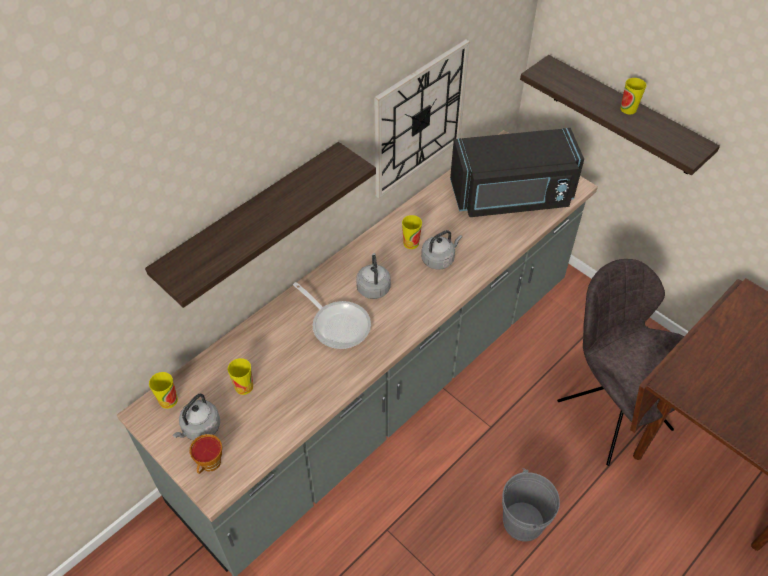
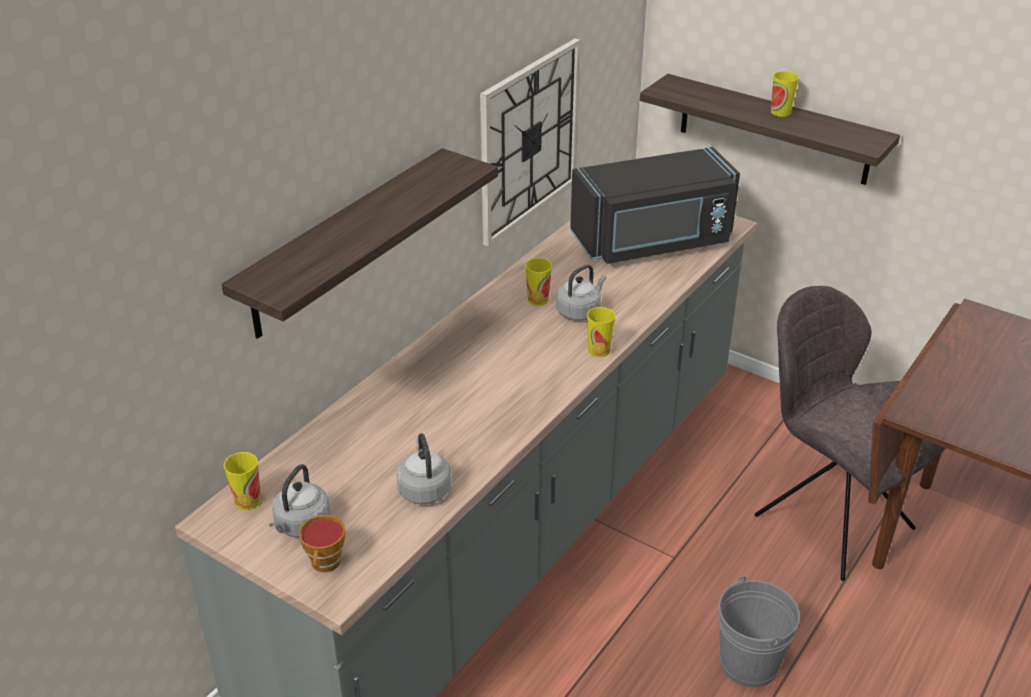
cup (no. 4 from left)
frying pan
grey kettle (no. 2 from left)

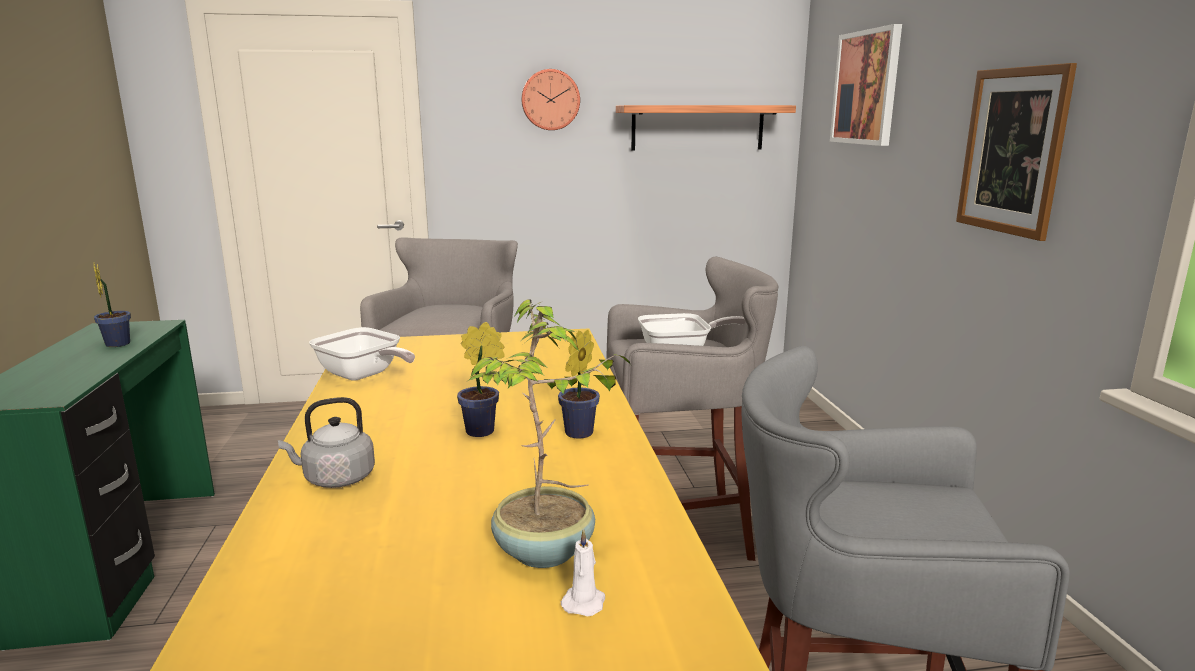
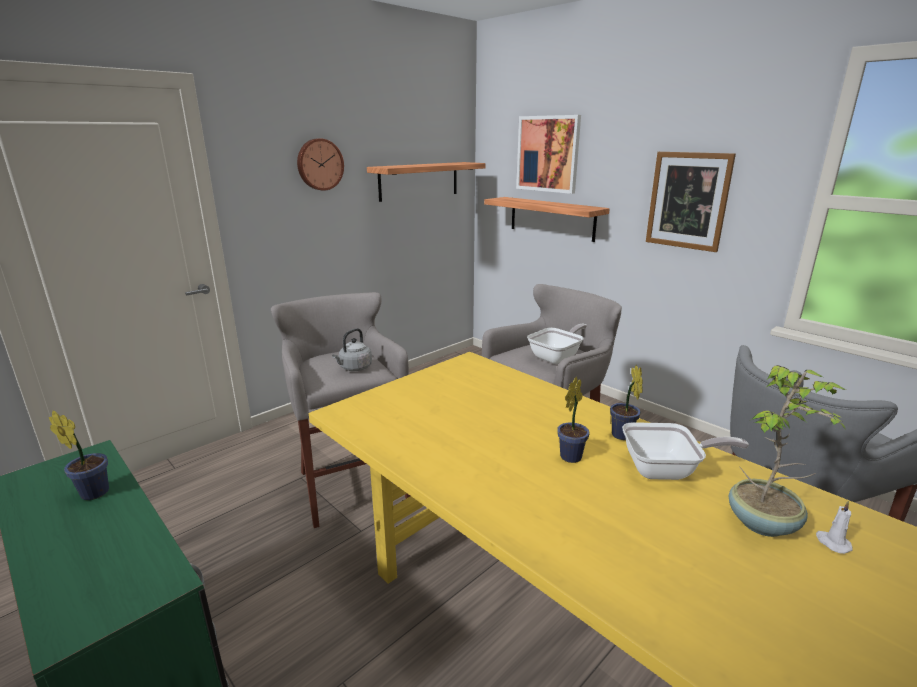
grey kettle
frying pan (no. 2 from left)
shelf (no. 2 from left)

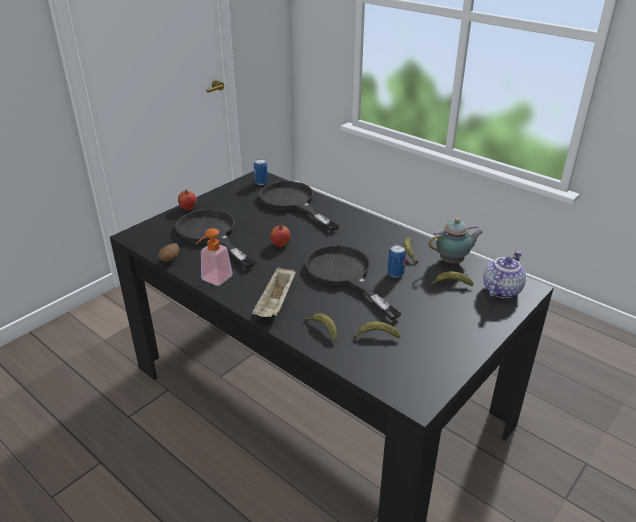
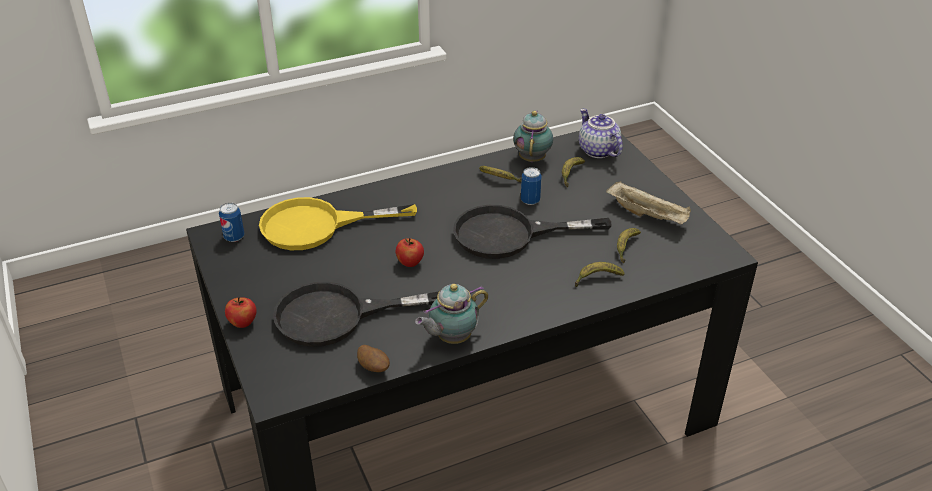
teapot (no. 1 from left)
beige tray
yellow frying pan

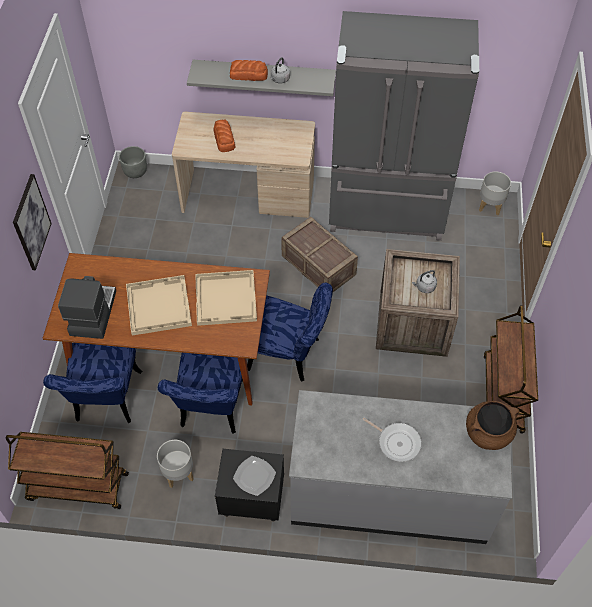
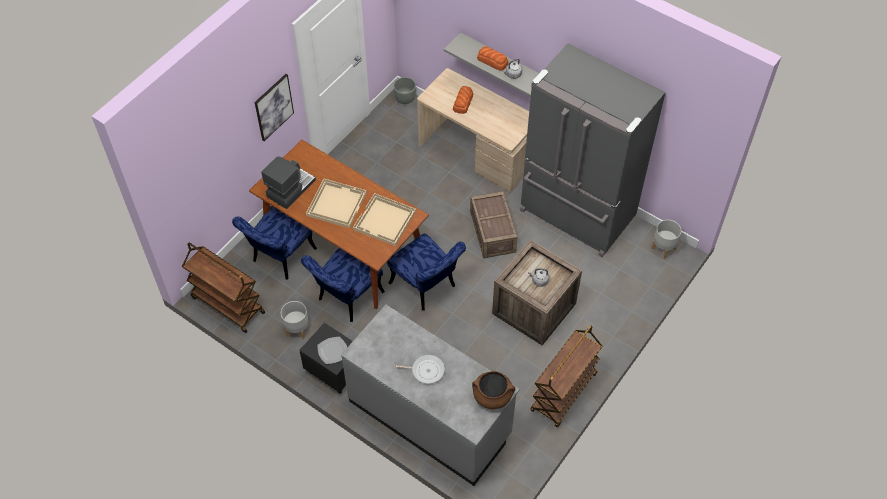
frying pan

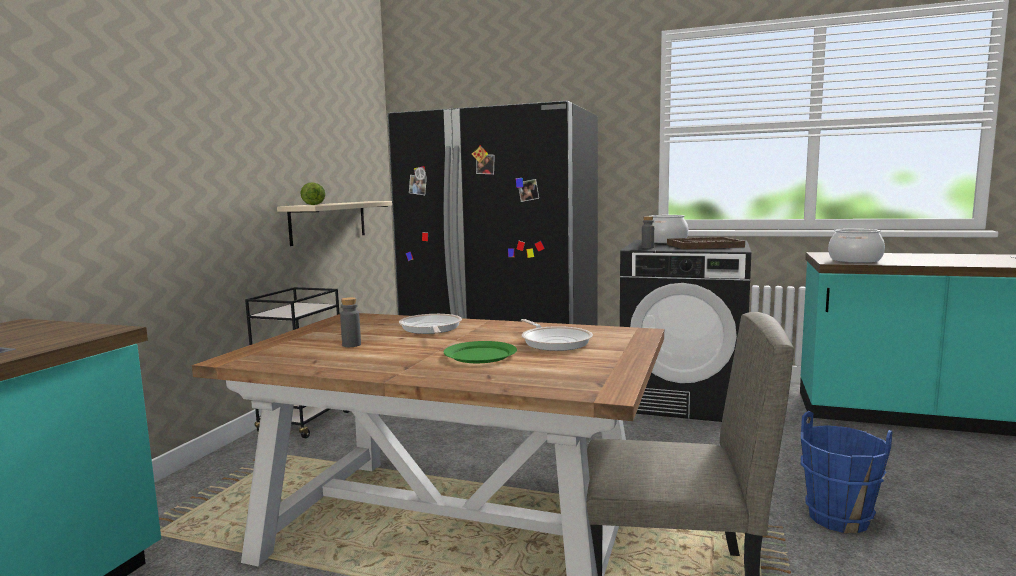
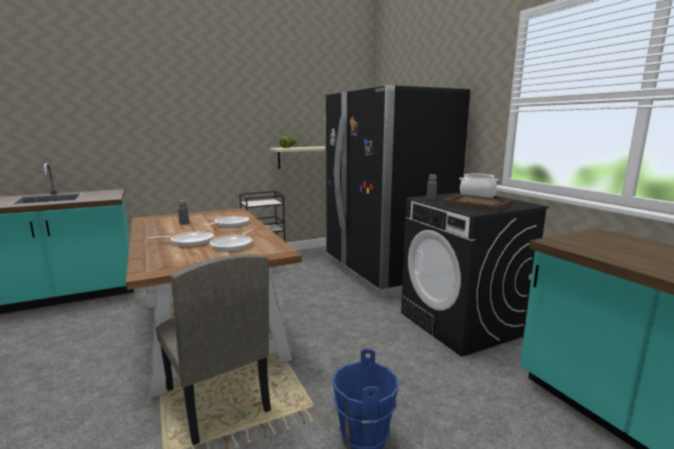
frying pan (no. 1 from left)
cooking pot (no. 2 from left in the first image)

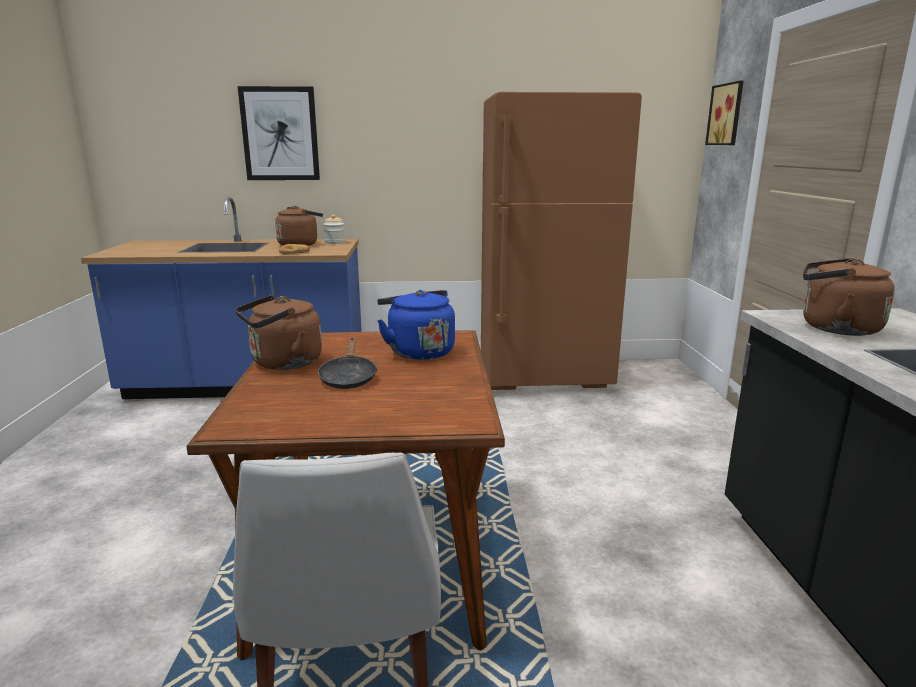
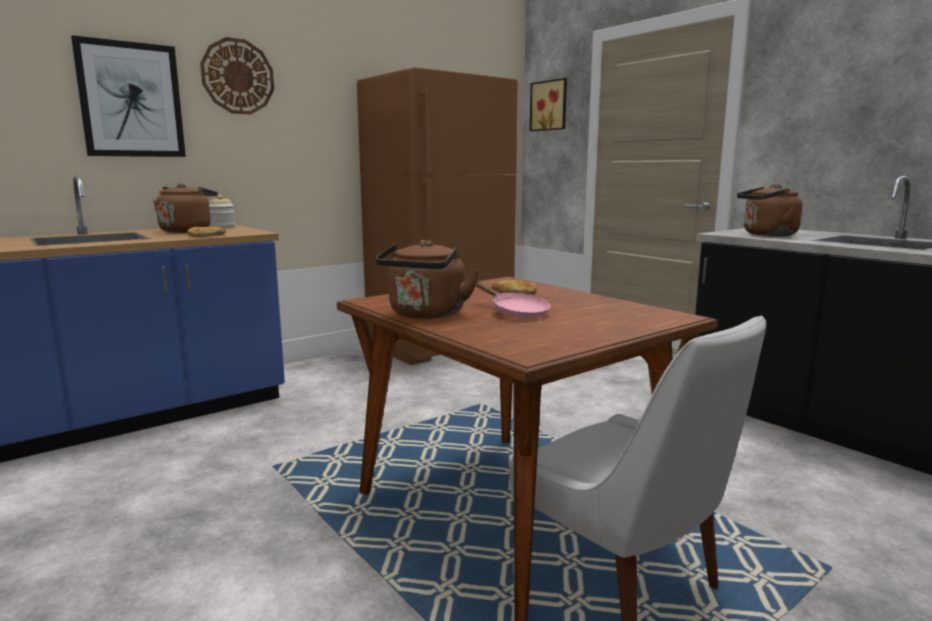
pink frying pan
bread (no. 2 from left)
wall clock

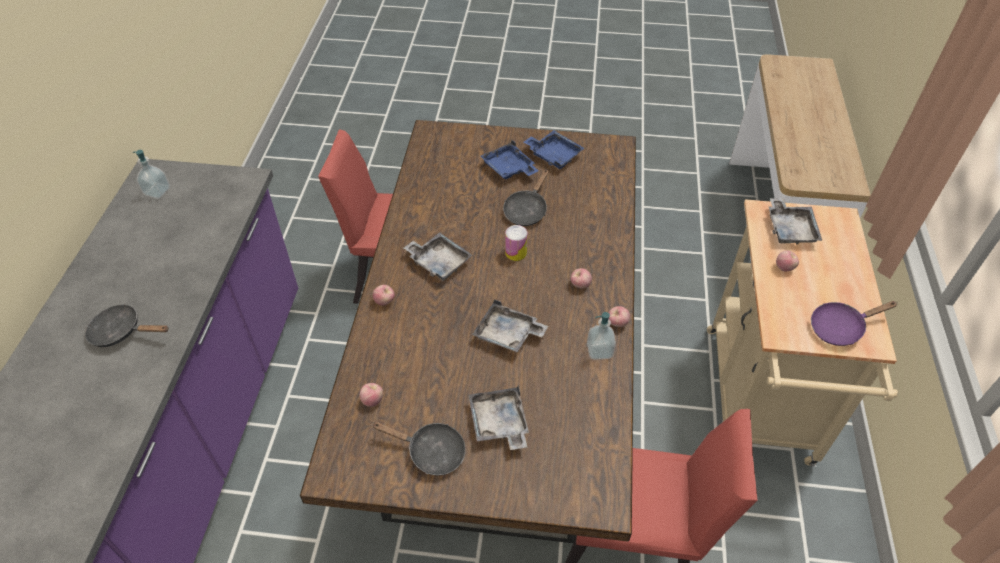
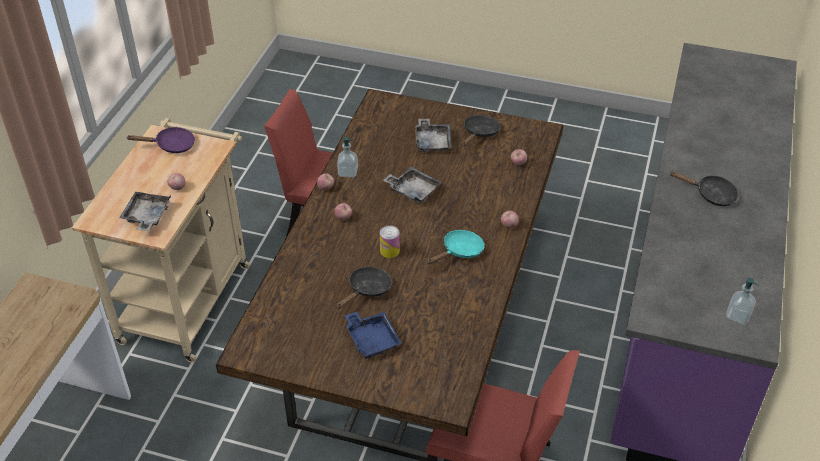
black frying pan (no. 2 from left)
turquoise frying pan
blue tray (no. 2 from left in the first image)

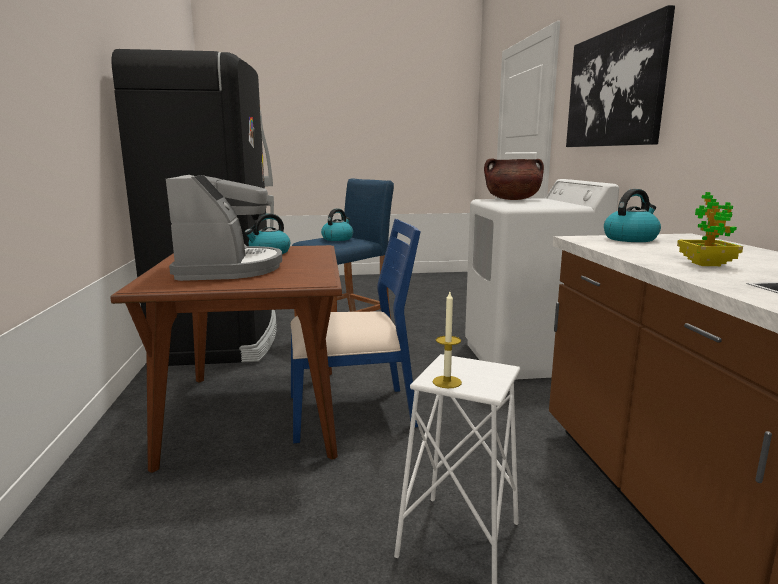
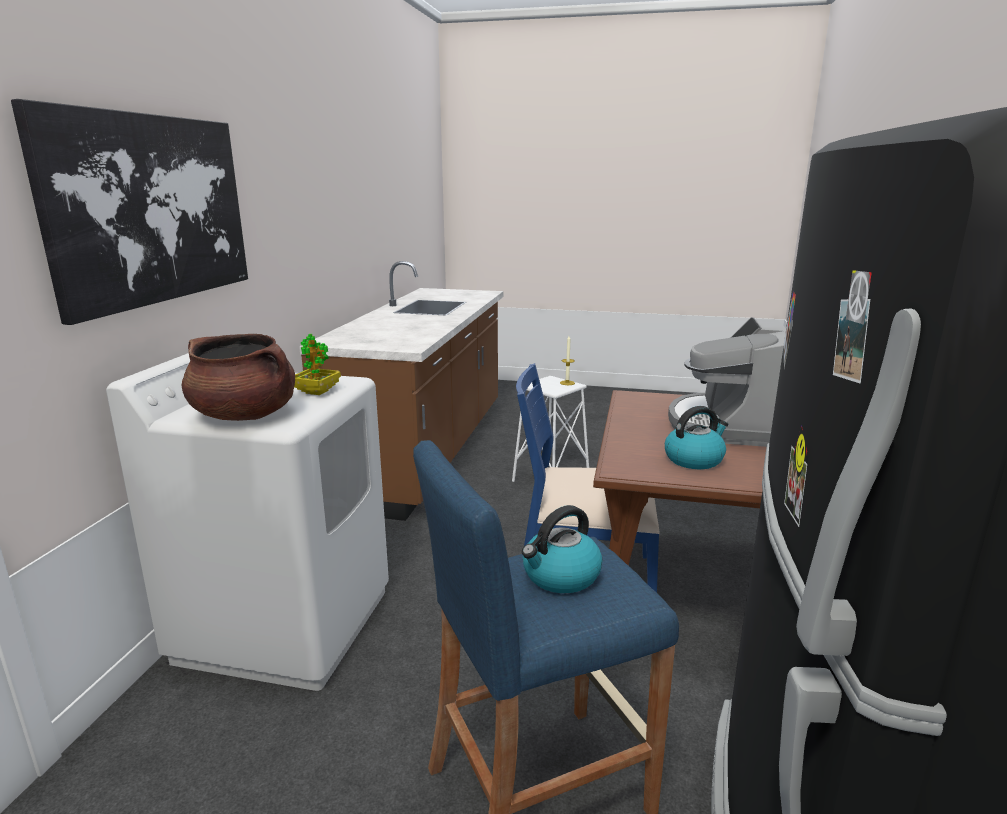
kettle (no. 3 from left in the first image)
potted plant

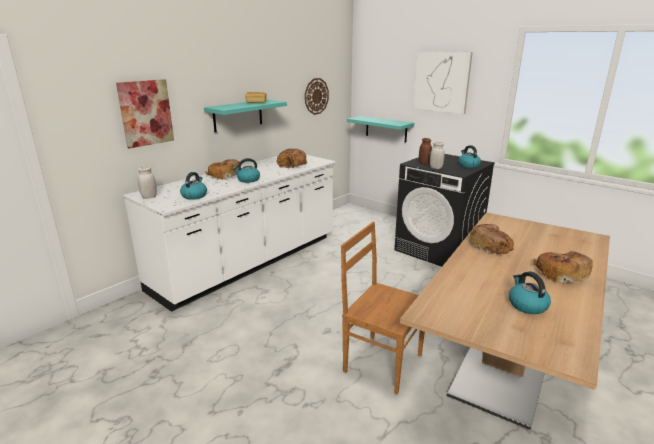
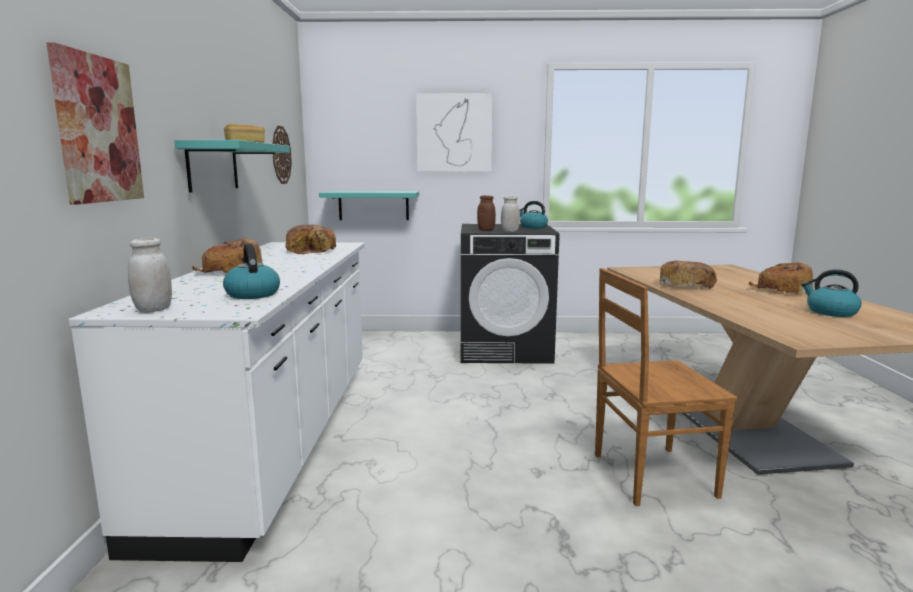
kettle (no. 2 from left in the first image)

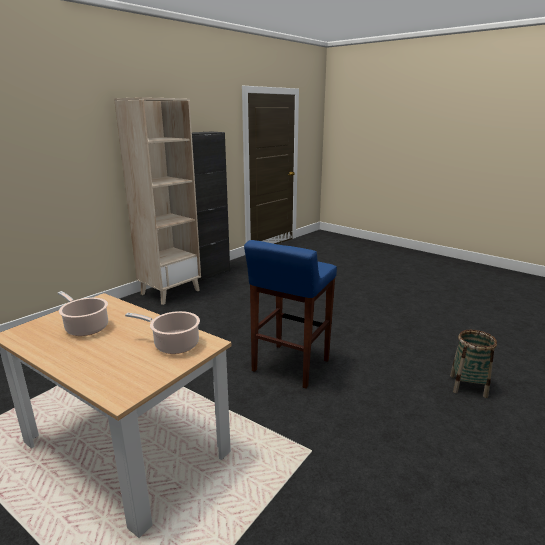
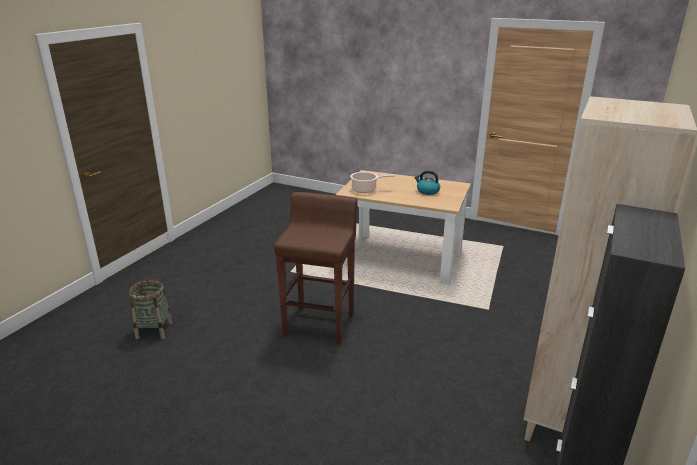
kettle
brown stool

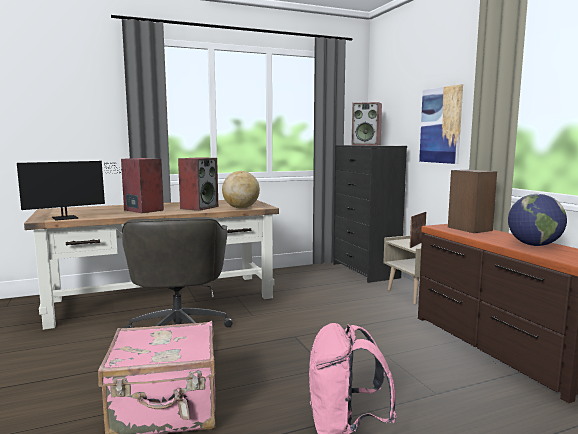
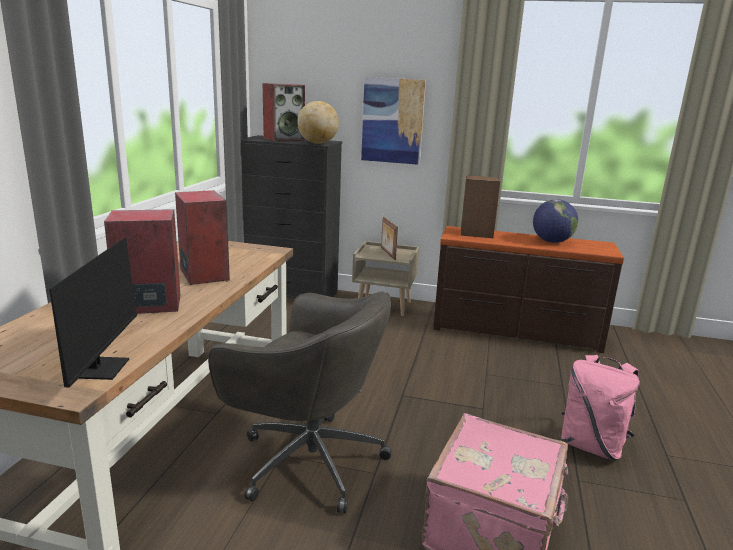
globe (no. 1 from left)

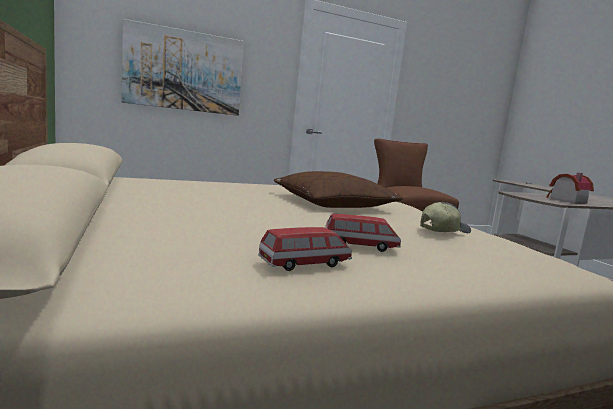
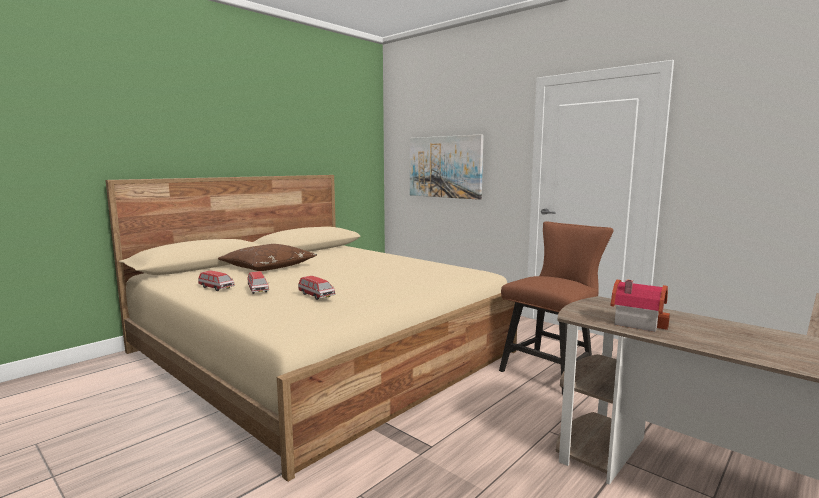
brown pillow
toy car (no. 3 from left)

